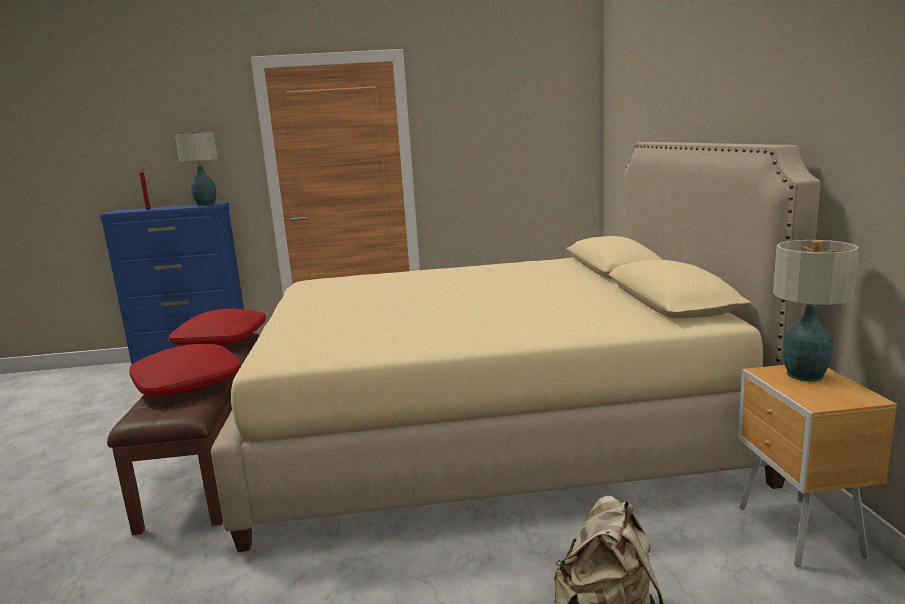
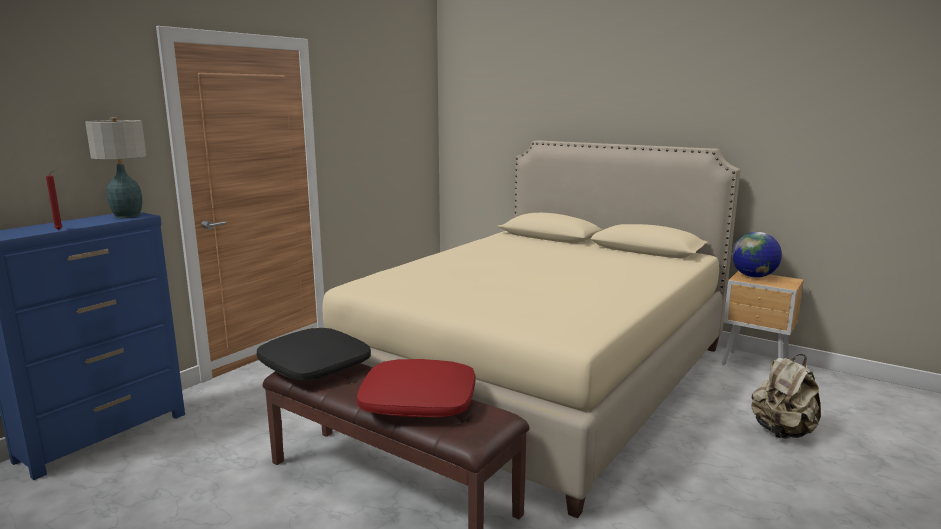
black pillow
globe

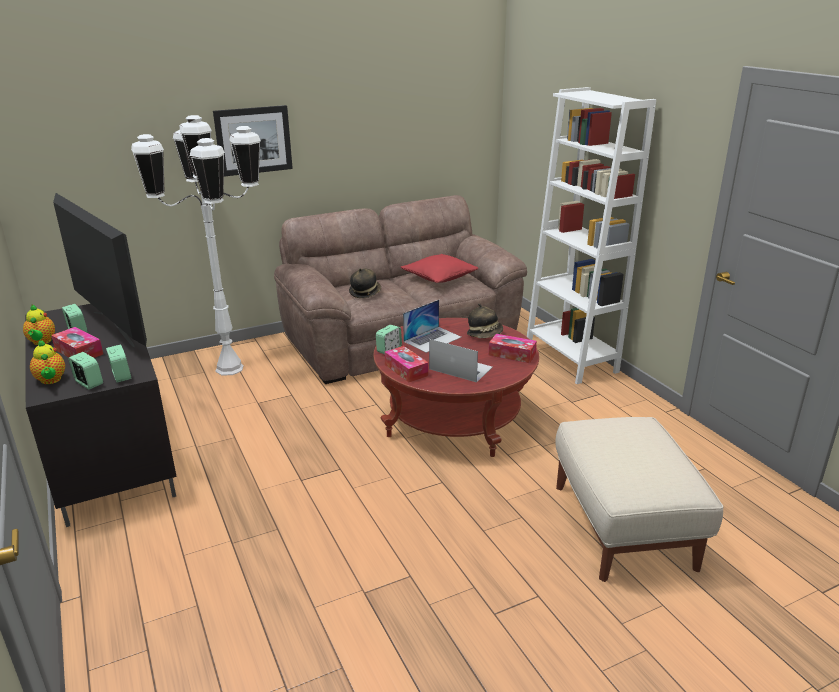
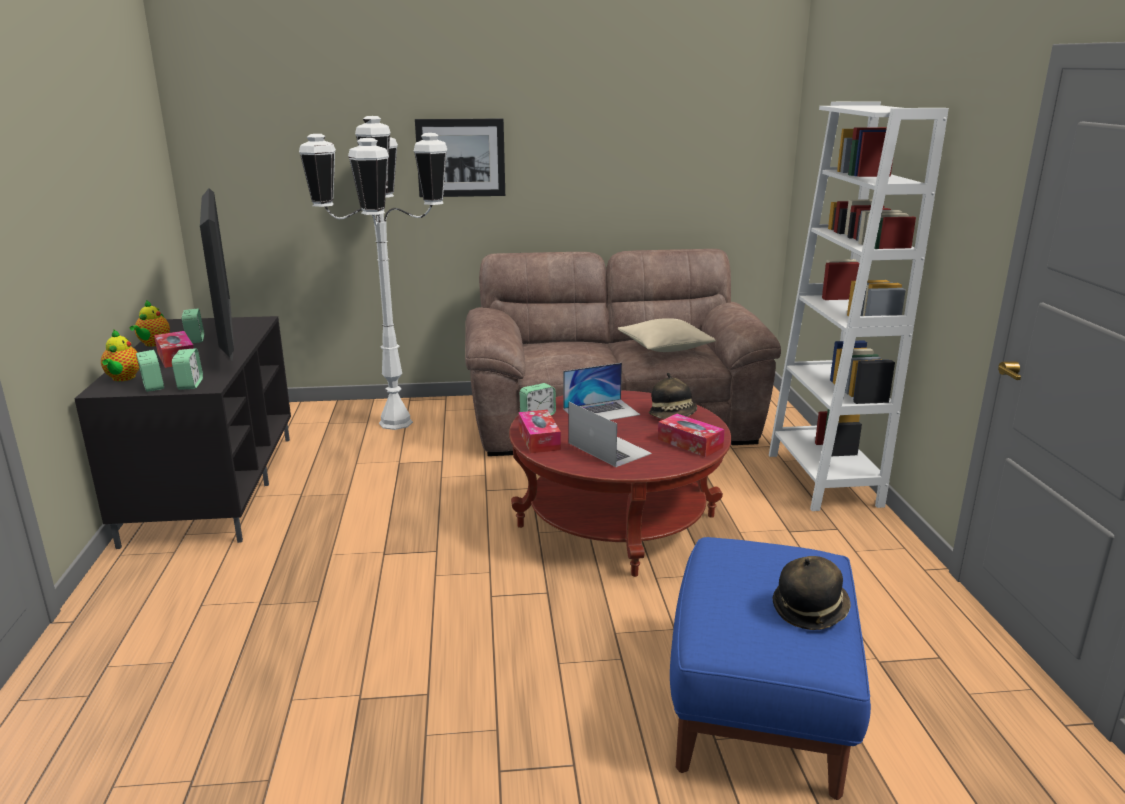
hat (no. 2 from left)
beige pillow
blue ottoman

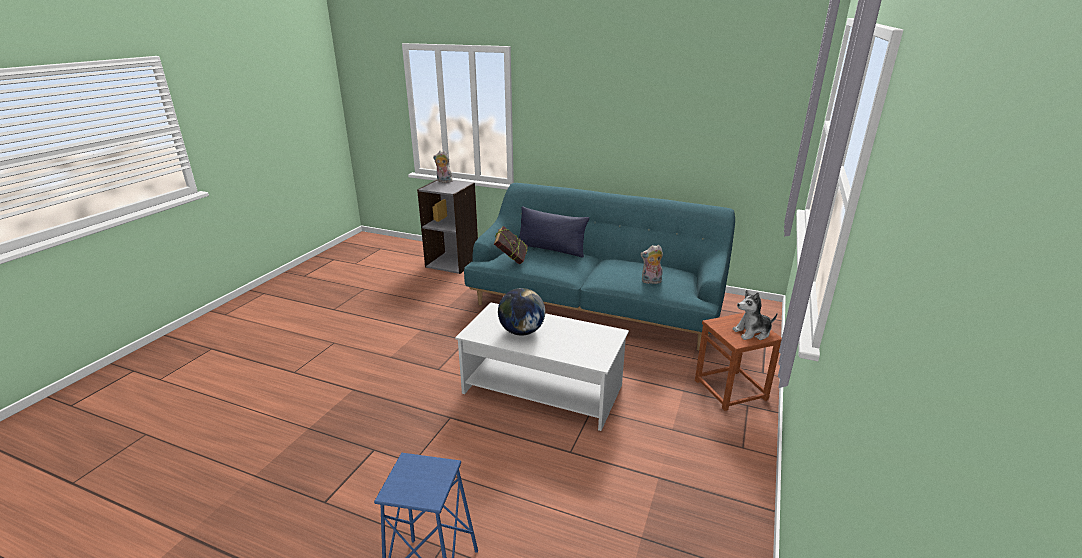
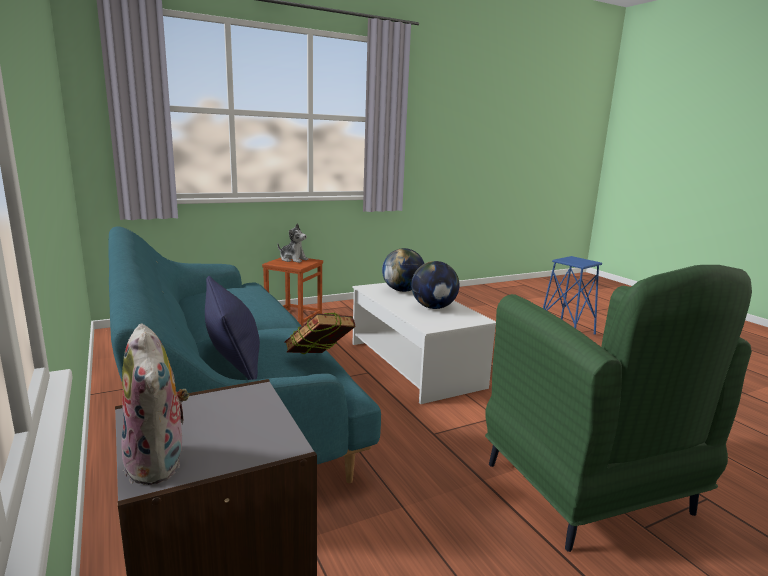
plush toy (no. 2 from left in the first image)
globe (no. 1 from left)
green armchair

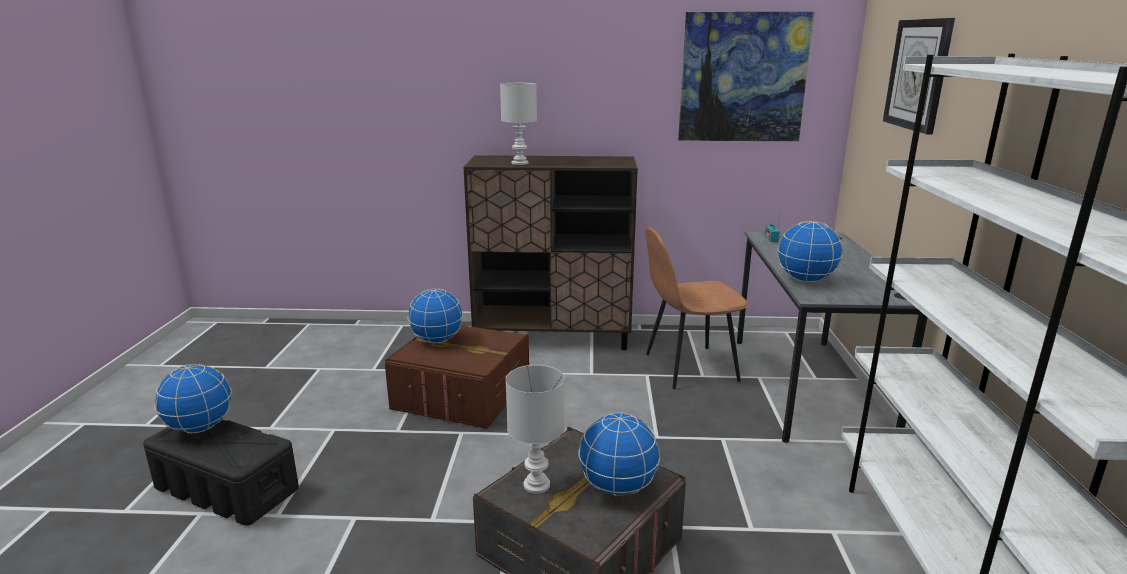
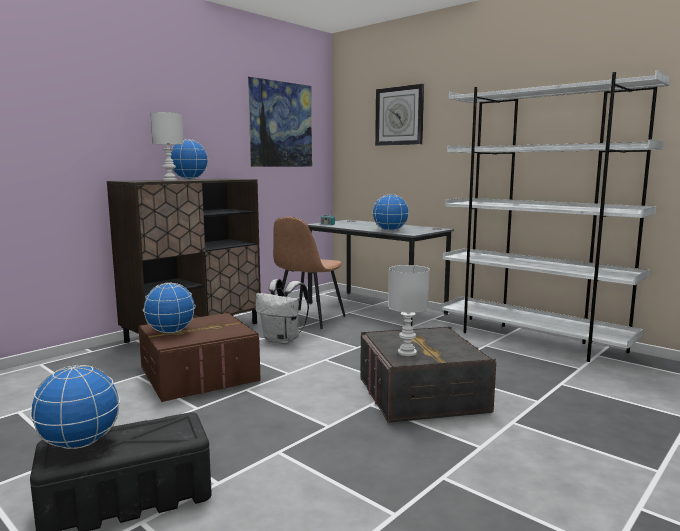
globe (no. 3 from left)
white backpack

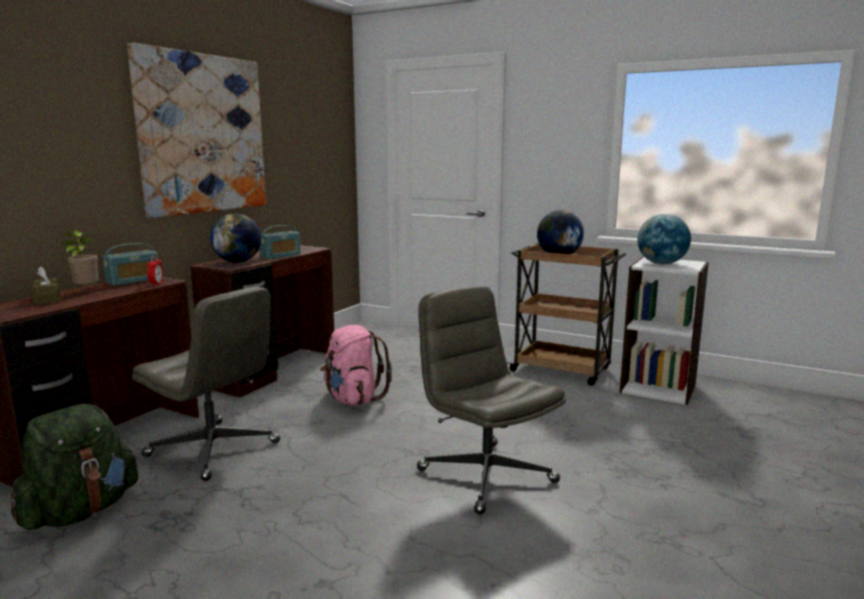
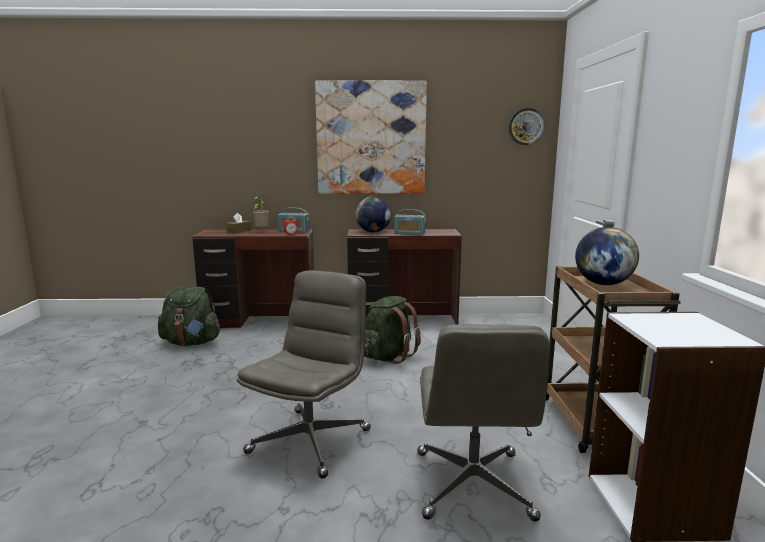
grey office chair (no. 2 from left)
green backpack (no. 2 from left)
globe (no. 3 from left in the first image)
wall clock

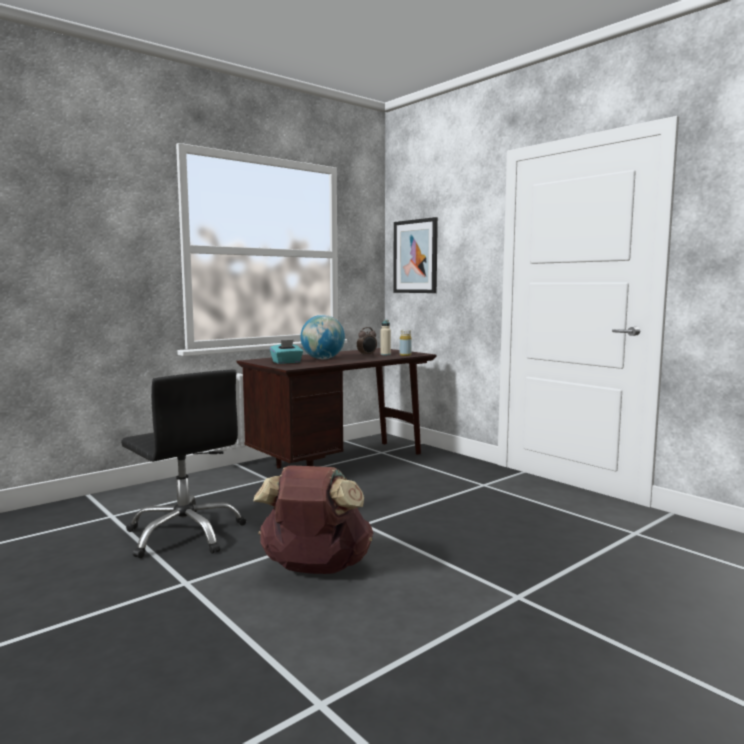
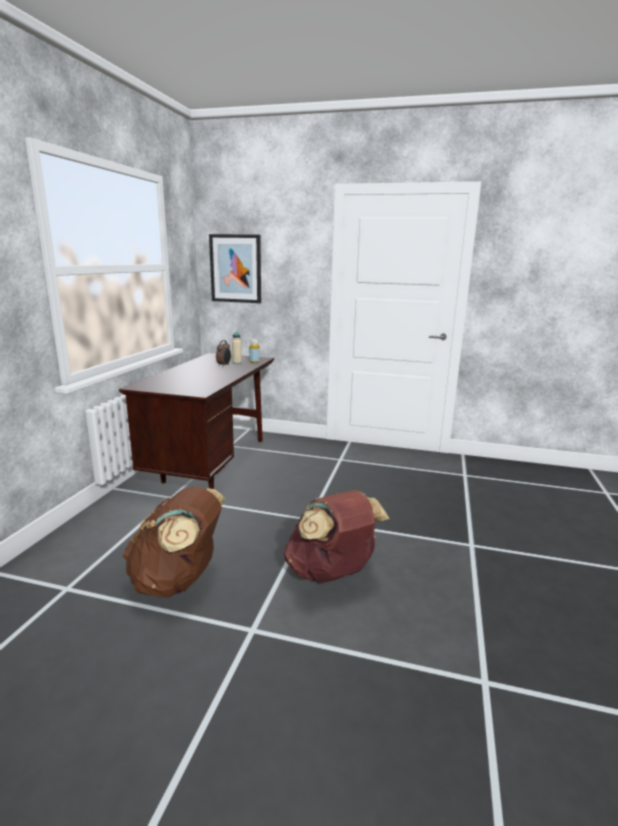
brown backpack (no. 1 from left)
turquoise tissue box
globe

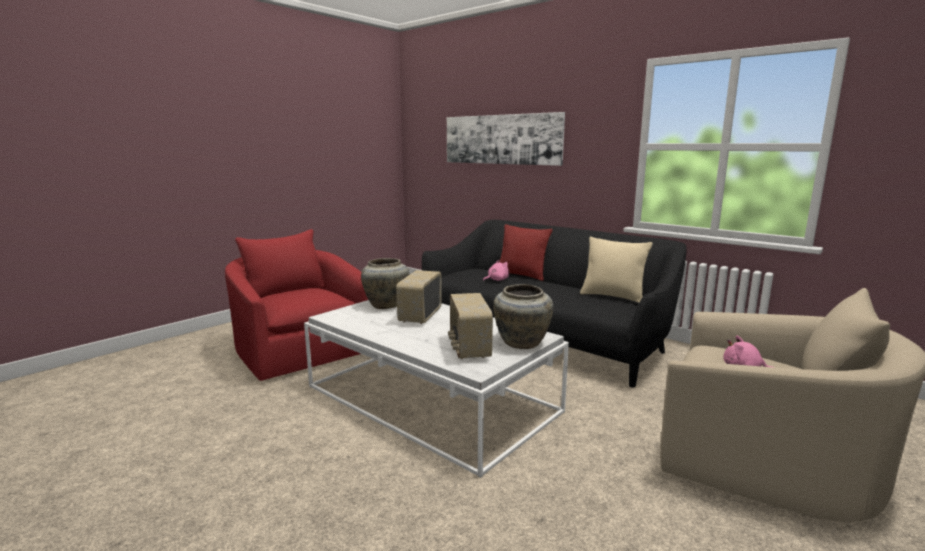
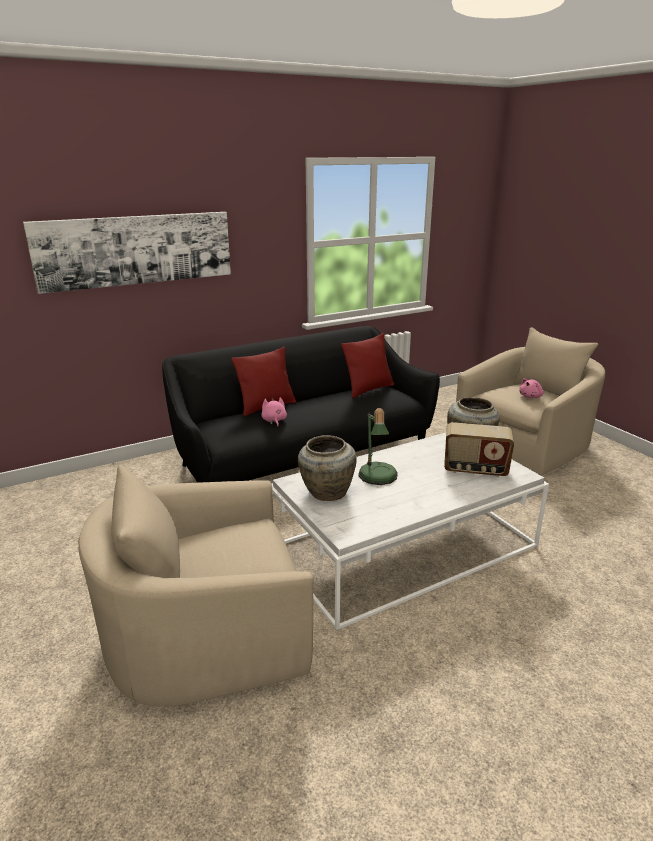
beige armchair (no. 1 from left)
table lamp
red pillow (no. 2 from left)

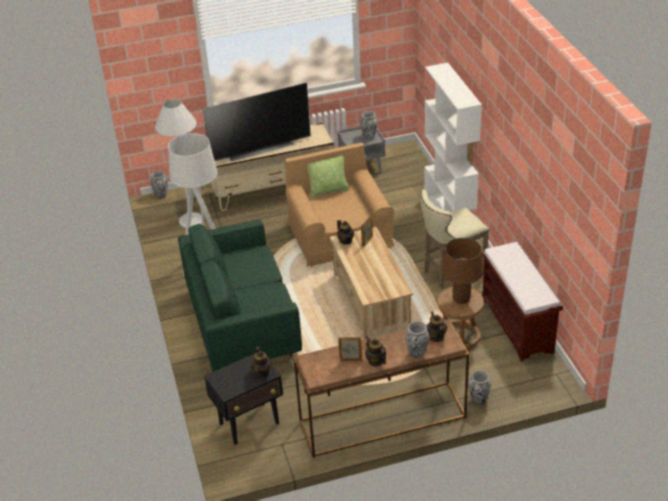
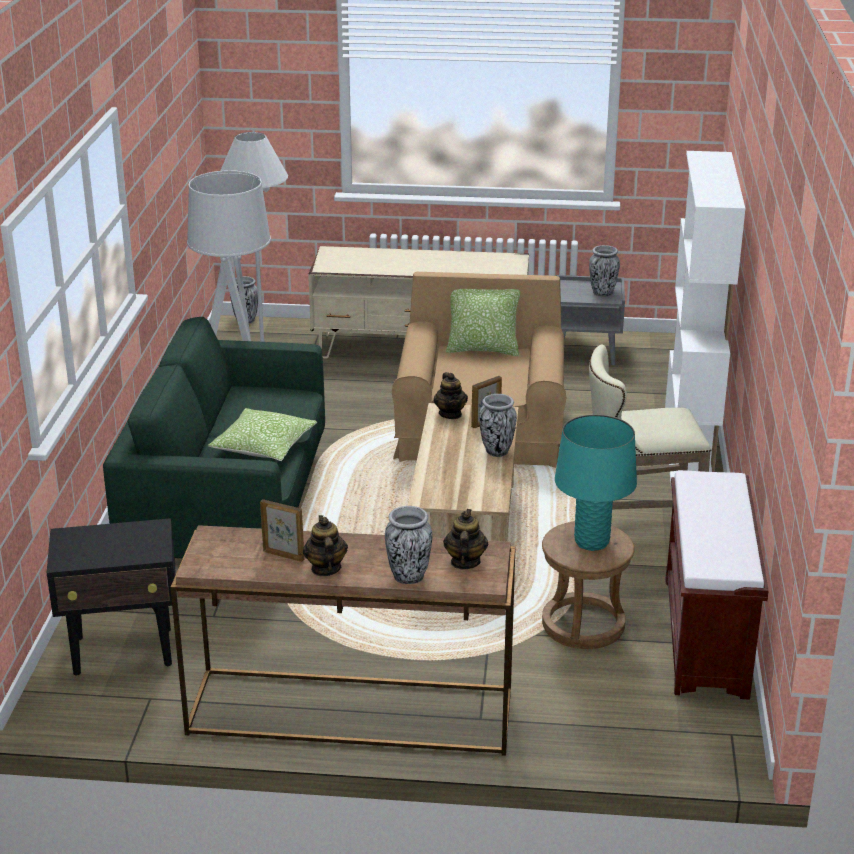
television
teapot (no. 1 from left in the first image)
turquoise table lamp
vase (no. 3 from left)
pillow (no. 1 from left)

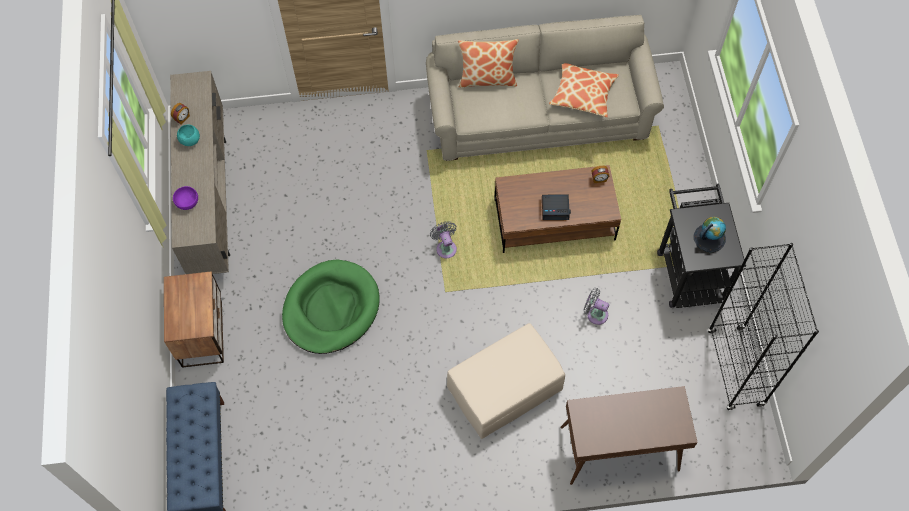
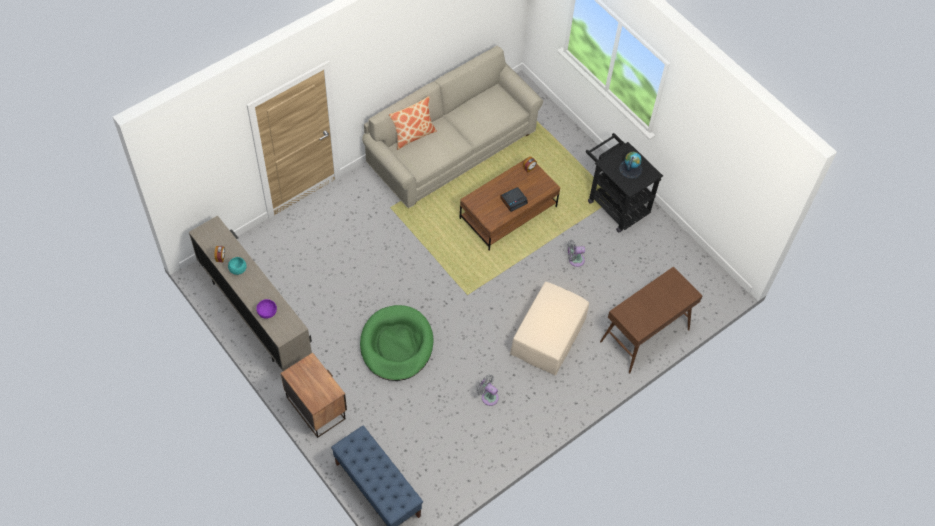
grey fan (no. 1 from left)
pillow (no. 2 from left in the first image)
black bookcase

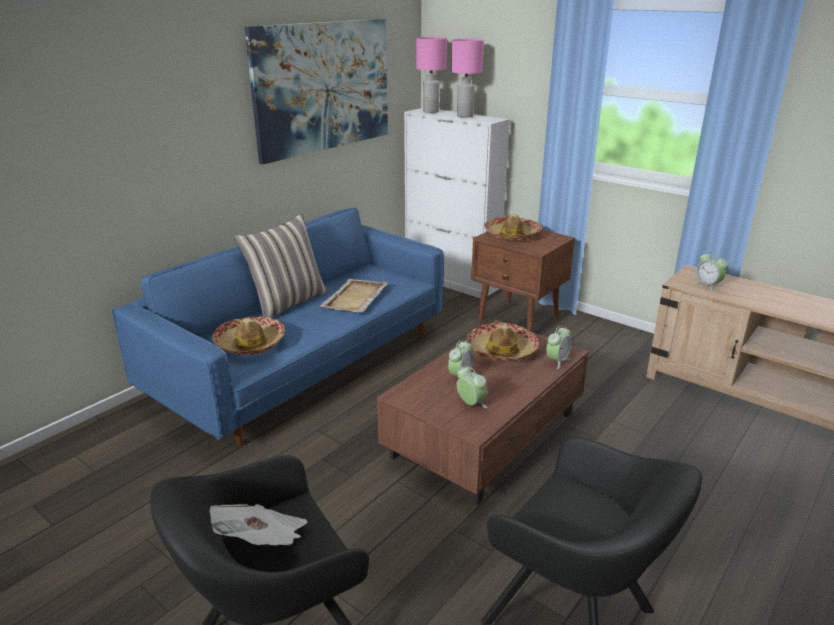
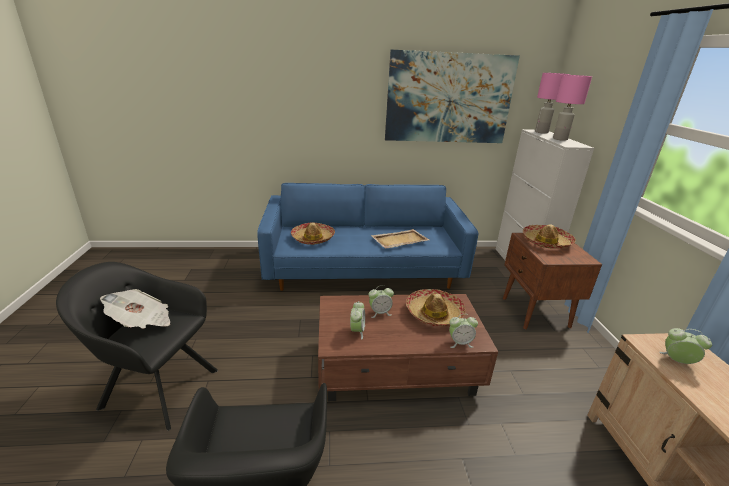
pillow
alarm clock (no. 4 from left)

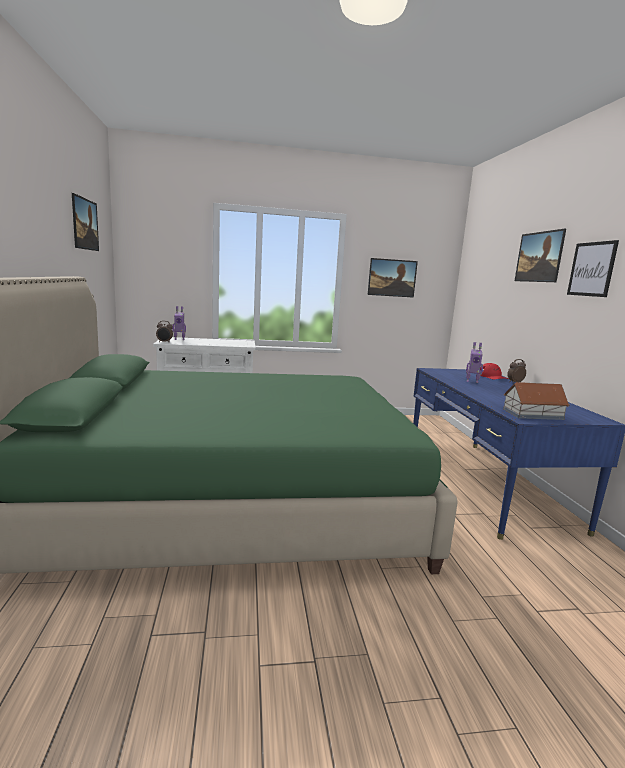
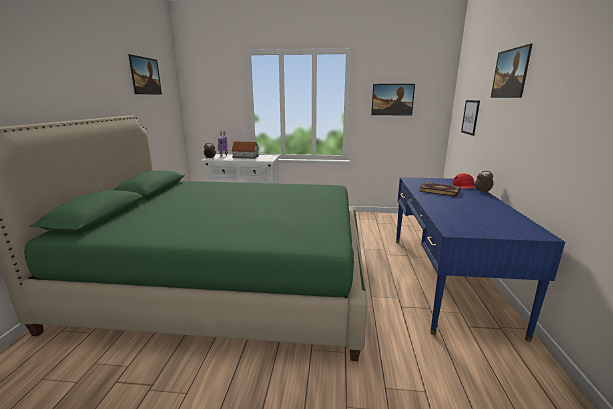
book
toy house
picture (no. 3 from left)

